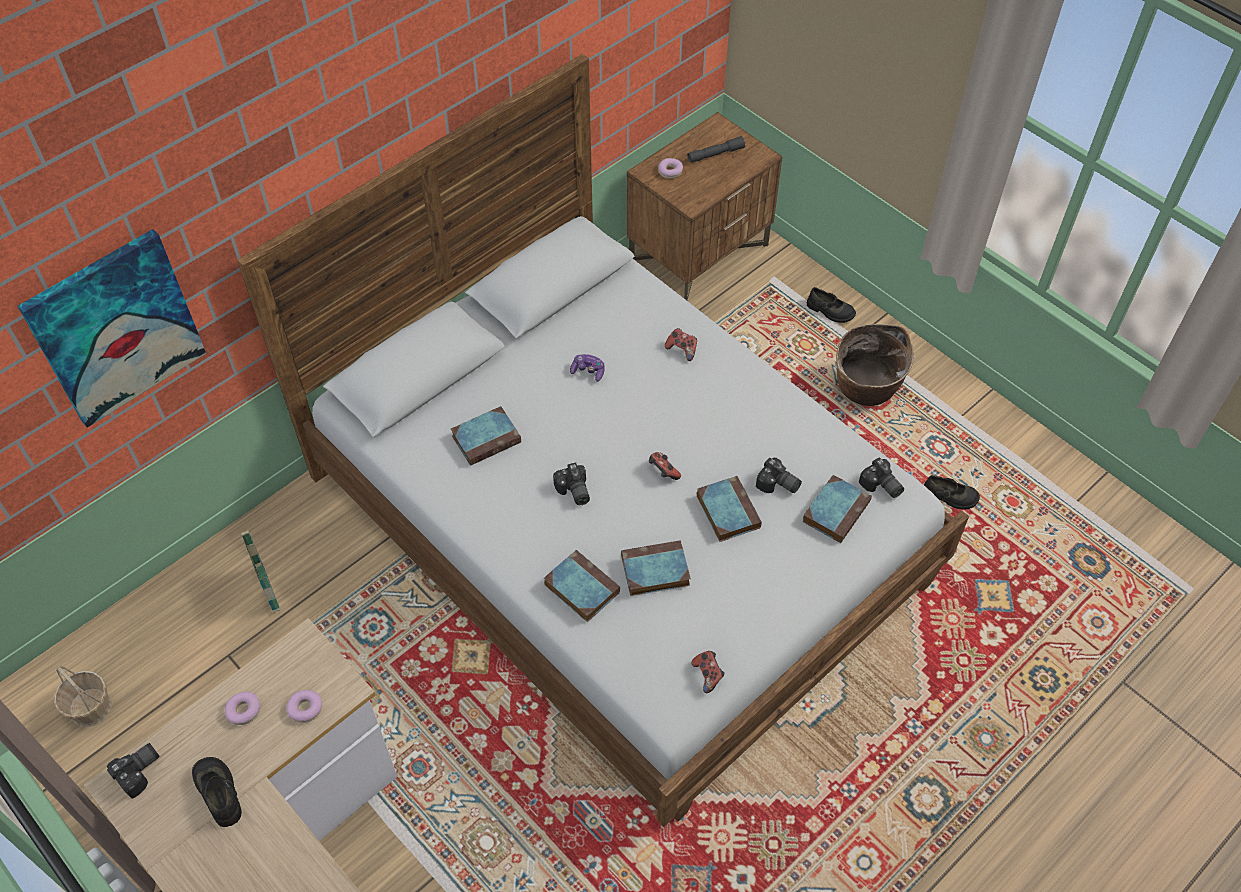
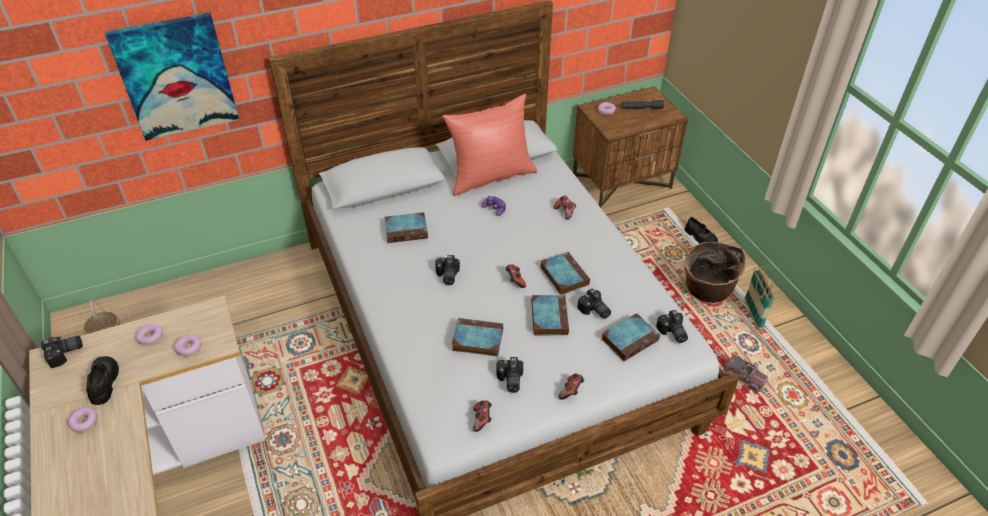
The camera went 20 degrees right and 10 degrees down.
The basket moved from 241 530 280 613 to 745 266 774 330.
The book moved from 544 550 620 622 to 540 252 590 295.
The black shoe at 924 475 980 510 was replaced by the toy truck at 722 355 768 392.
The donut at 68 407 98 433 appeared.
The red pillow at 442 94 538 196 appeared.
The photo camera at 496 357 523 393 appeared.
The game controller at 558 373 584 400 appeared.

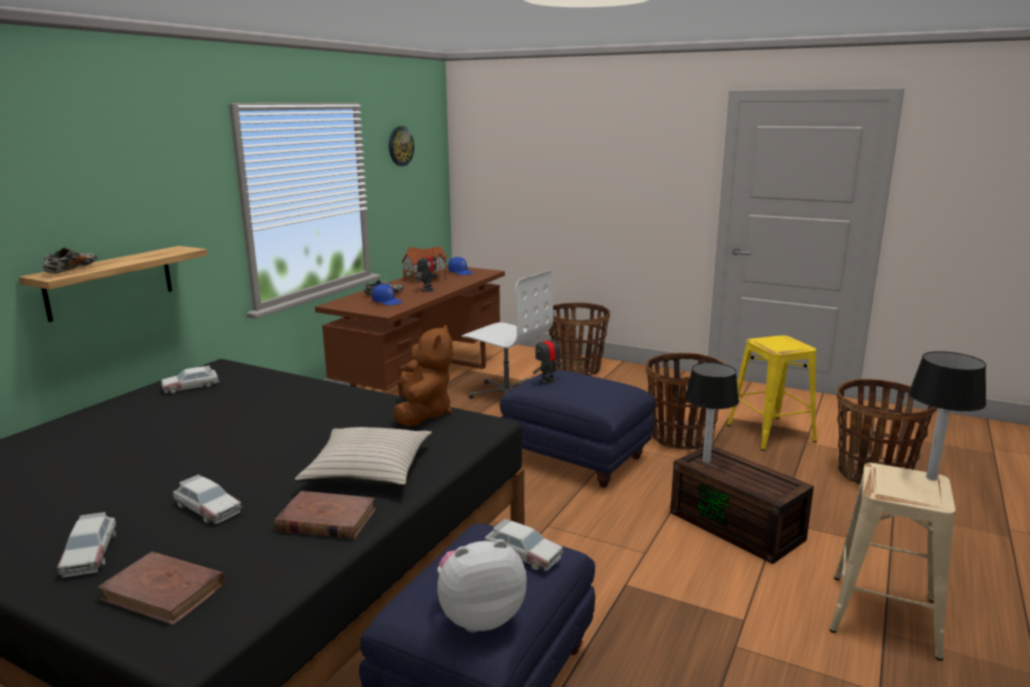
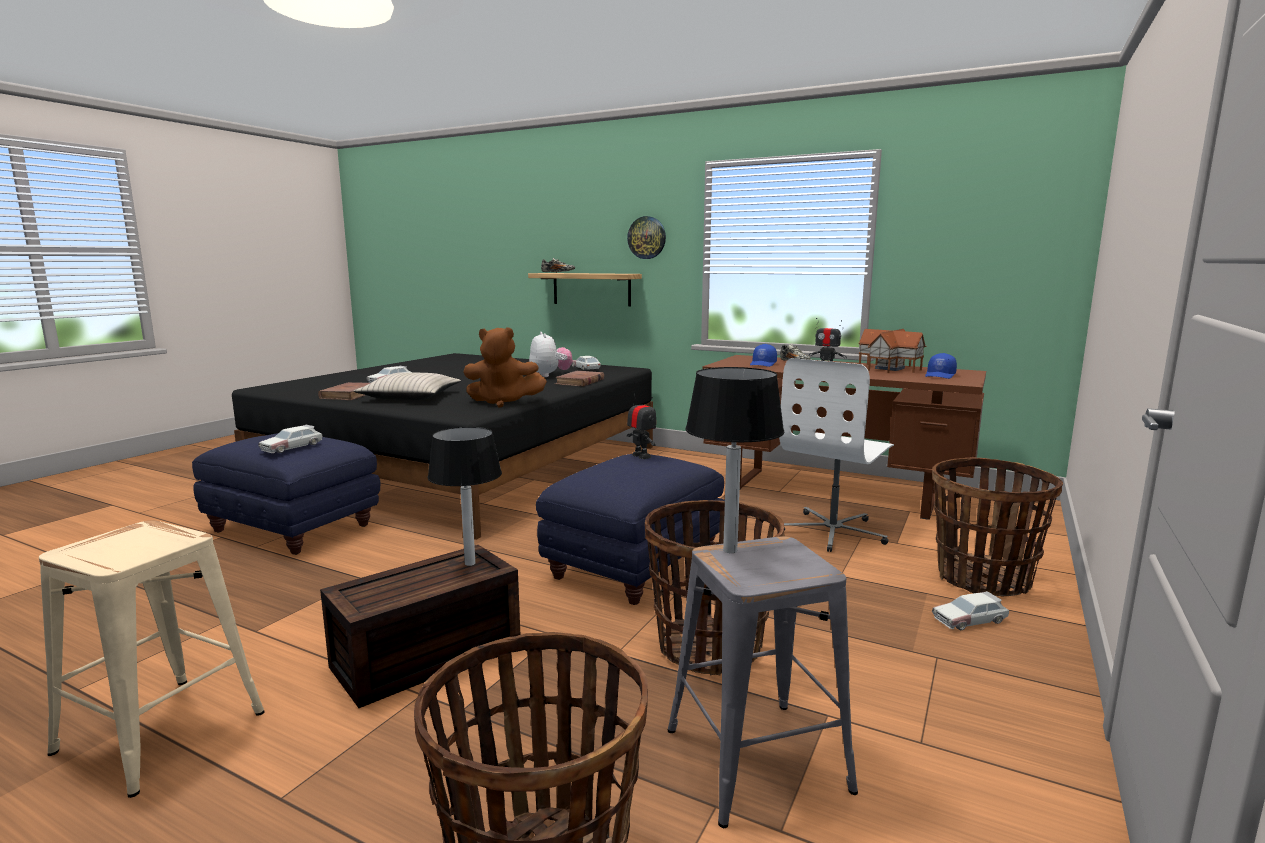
The camera went 90 degrees right and 5 degrees down.
The toy car moved from 57 512 116 577 to 932 591 1009 630.
The brown book moved from 97 552 225 625 to 555 371 604 386.
The wall clock moved from 389 126 414 166 to 627 216 666 259.
The plush toy moved from 437 539 527 633 to 529 332 573 377.
The yellow stool at 727 335 817 451 became the grey stool at 668 536 858 828.
The table lamp moved from 909 351 986 480 to 685 367 784 553.

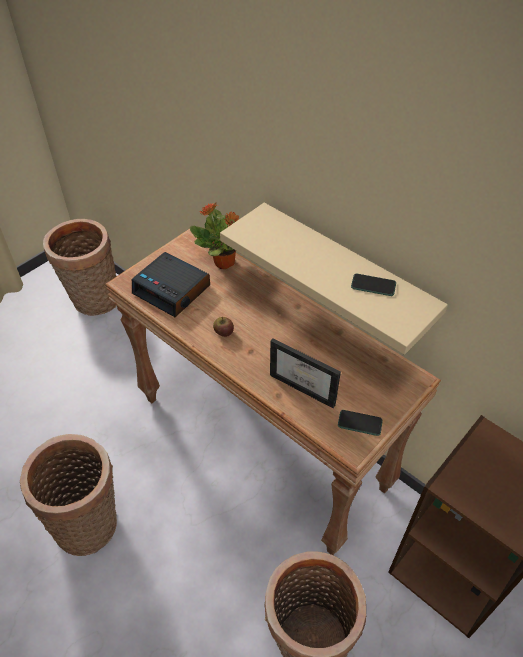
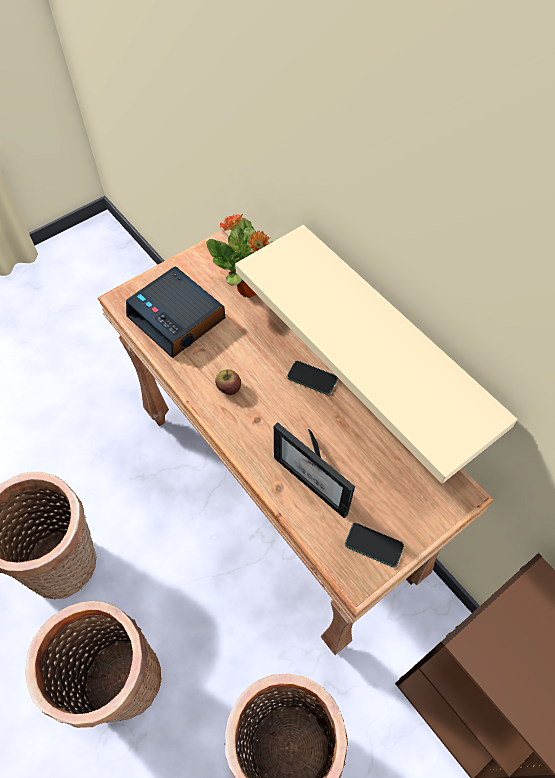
The camera went 10 degrees right and 10 degrees up.
The basket moved from 43 219 117 316 to 25 601 161 728.
The phone moved from 351 274 396 296 to 287 361 338 395.

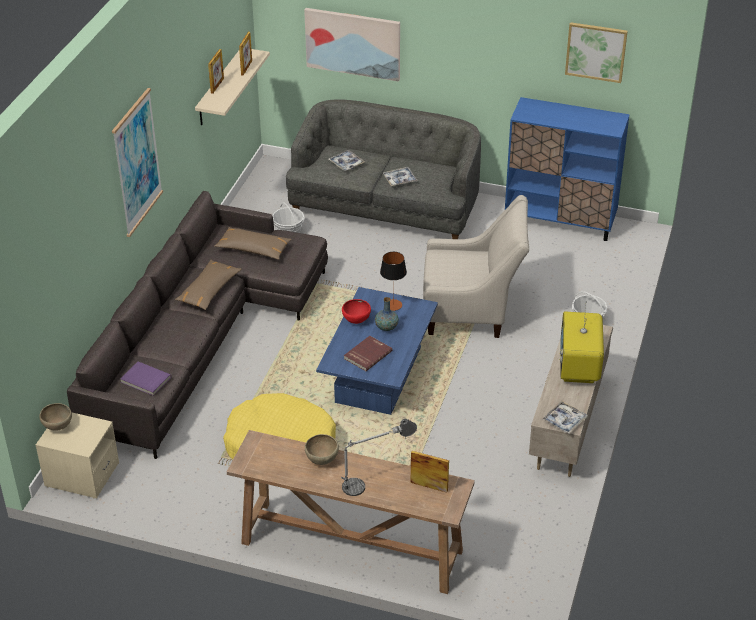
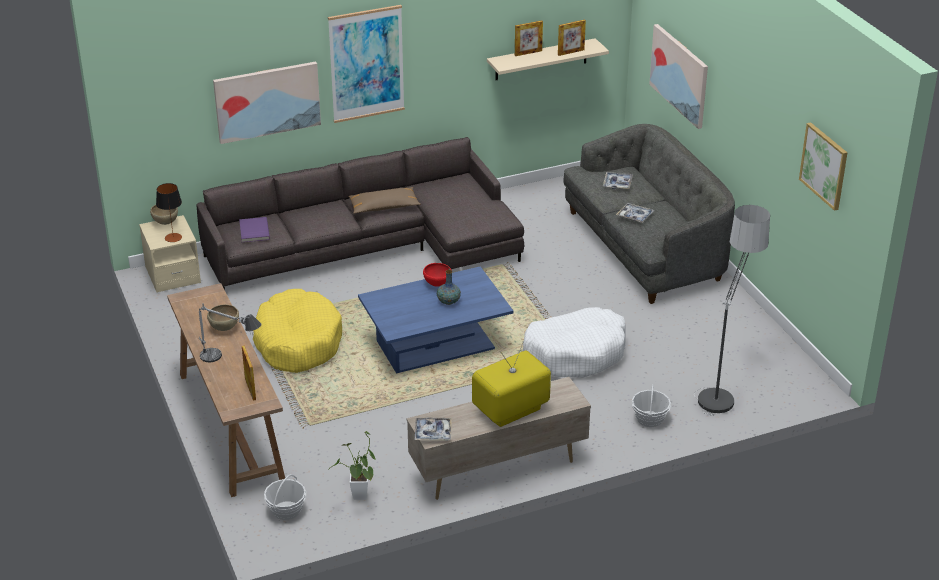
The camera went 50 degrees right and 5 degrees down.
The brown pillow at 214 227 291 260 disappeared.
The basket moved from 272 203 304 233 to 264 474 306 520.
The red book at 344 336 392 371 disappeared.
The table lamp moved from 380 252 407 311 to 156 183 182 242.
The beige armchair at 423 195 529 338 was replaced by the white dog bed at 523 307 626 378.
The blue cabinet at 505 97 630 241 disappeared.
The picture at 213 62 321 144 appeared.
The potted plant at 328 431 376 500 appeared.
The floor lamp at 694 205 770 416 appeared.

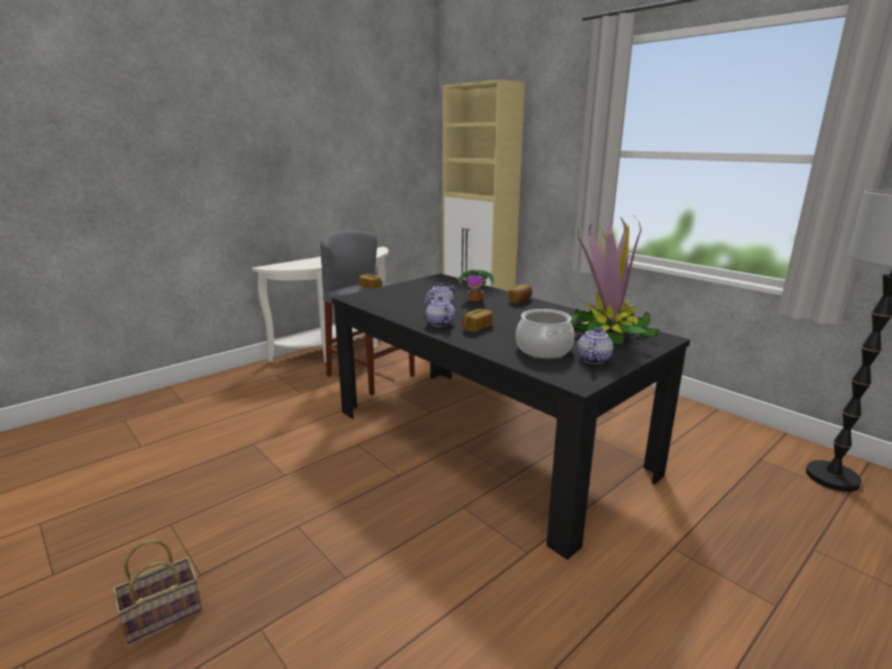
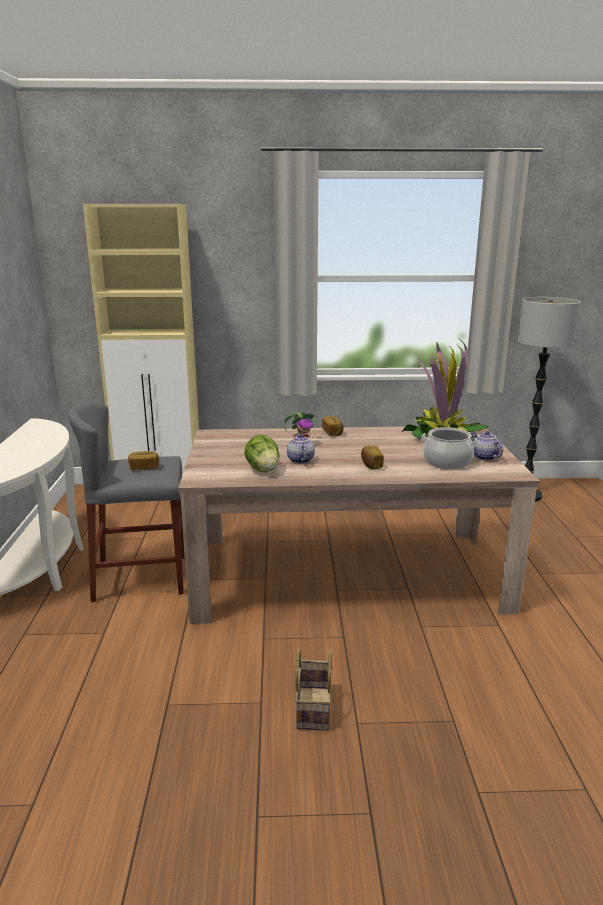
The camera went 50 degrees left and 0 degrees up.
The basket moved from 112 539 202 644 to 295 649 332 731.
The black dining table at 332 274 690 560 became the beige dining table at 178 426 540 624.
The teapot at 426 296 455 327 disappeared.
The lettuce at 244 434 280 472 appeared.

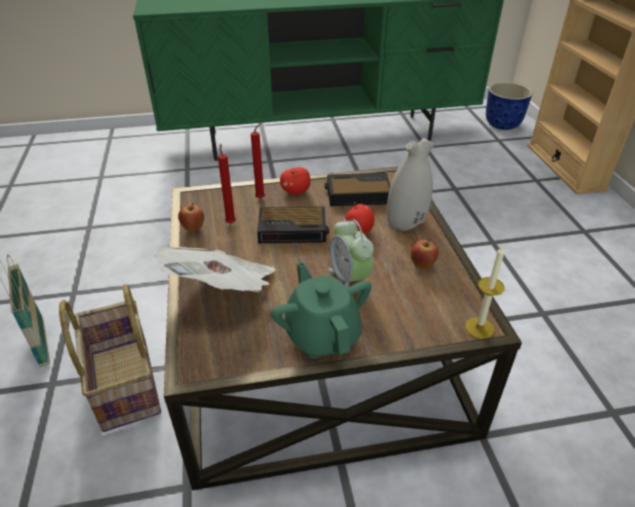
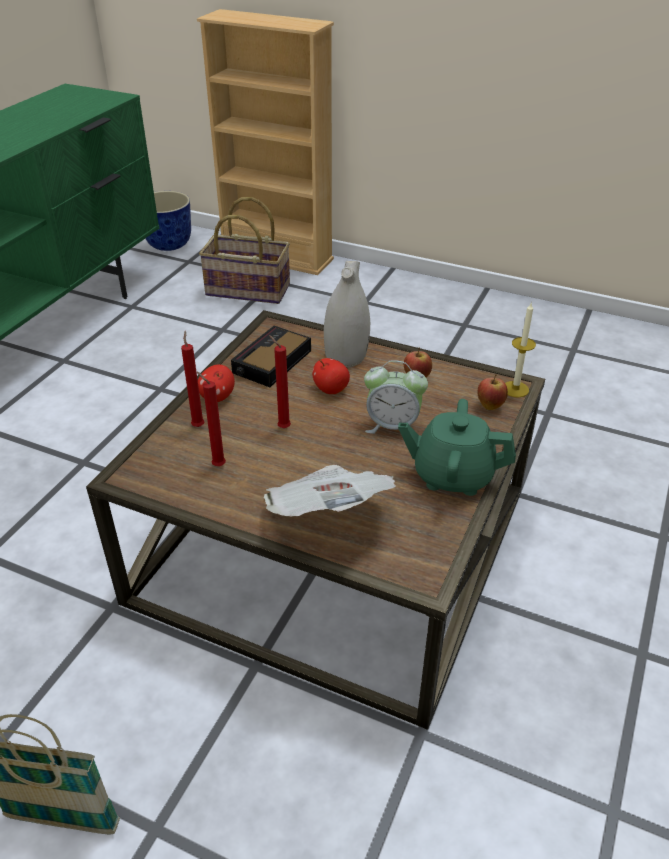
The camera went 55 degrees left and 0 degrees up.
The basket moved from 59 284 161 432 to 199 197 290 304.
The apple moved from 178 203 204 232 to 478 374 508 410.
The alarm clock at 257 206 330 243 was replaced by the red candle at 269 335 291 428.

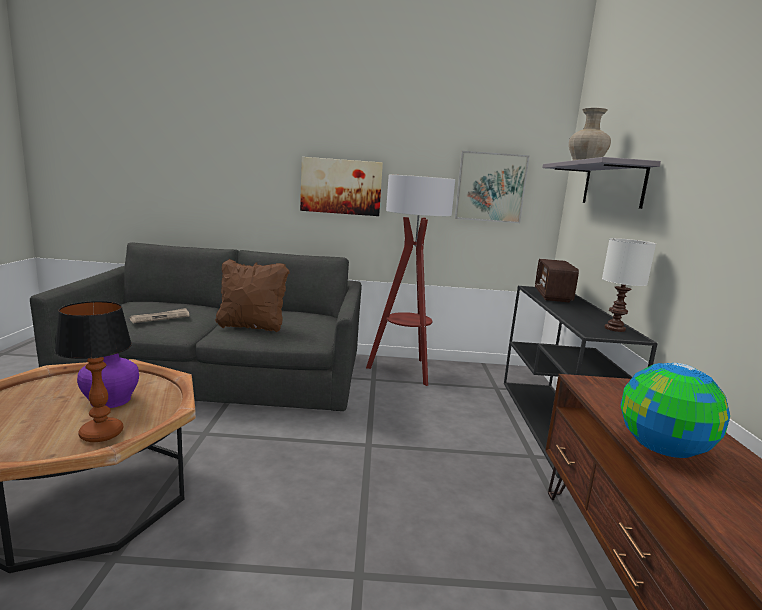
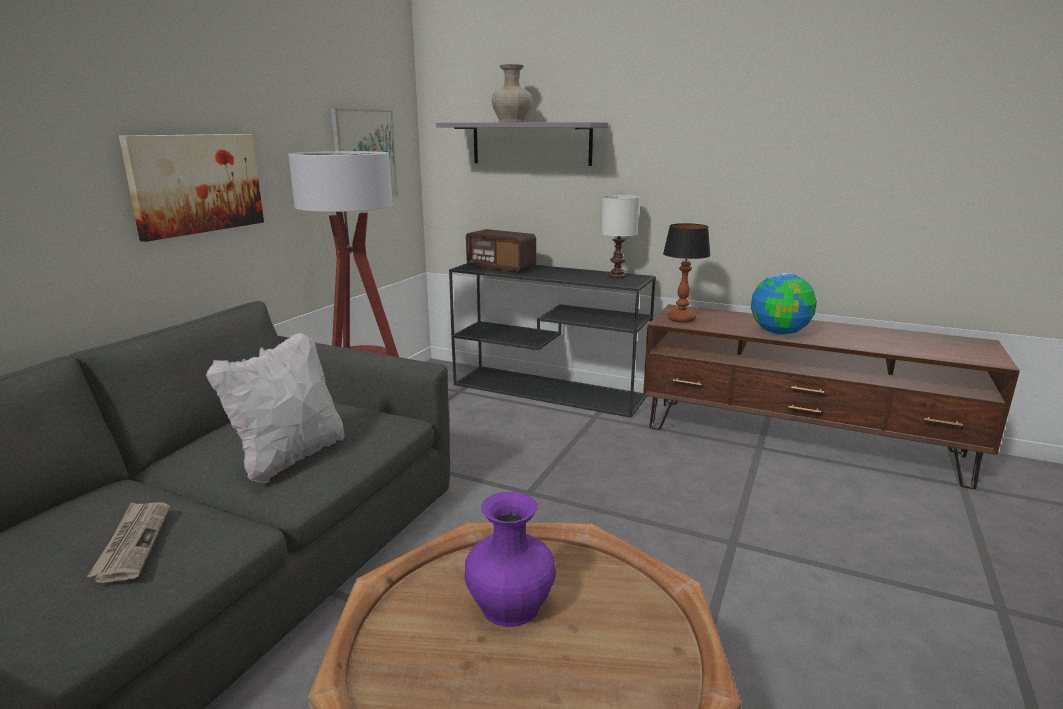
The camera went 65 degrees left and 5 degrees up.
The table lamp moved from 54 301 132 442 to 663 223 711 323.
The brown pillow at 215 259 289 332 became the white pillow at 206 333 344 483.

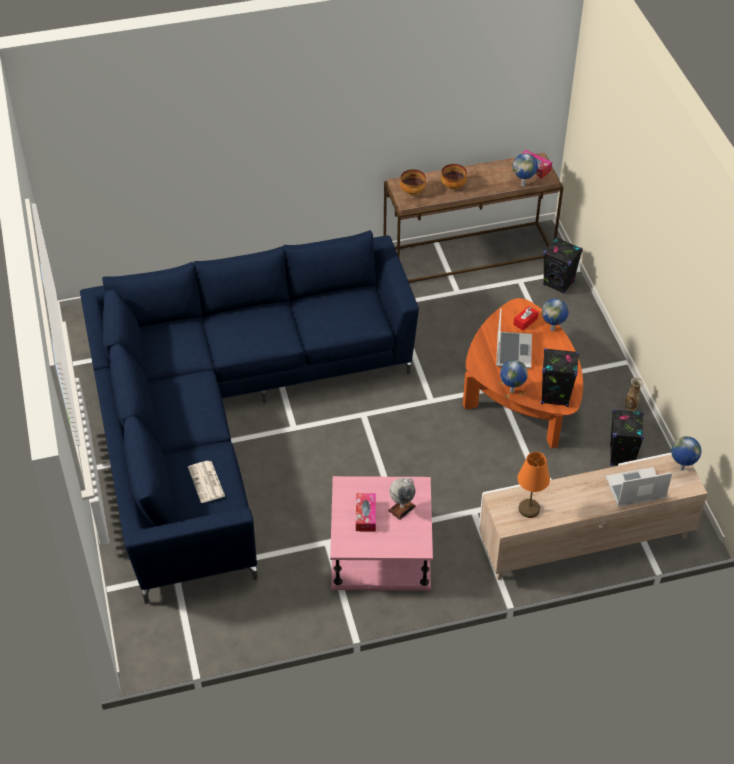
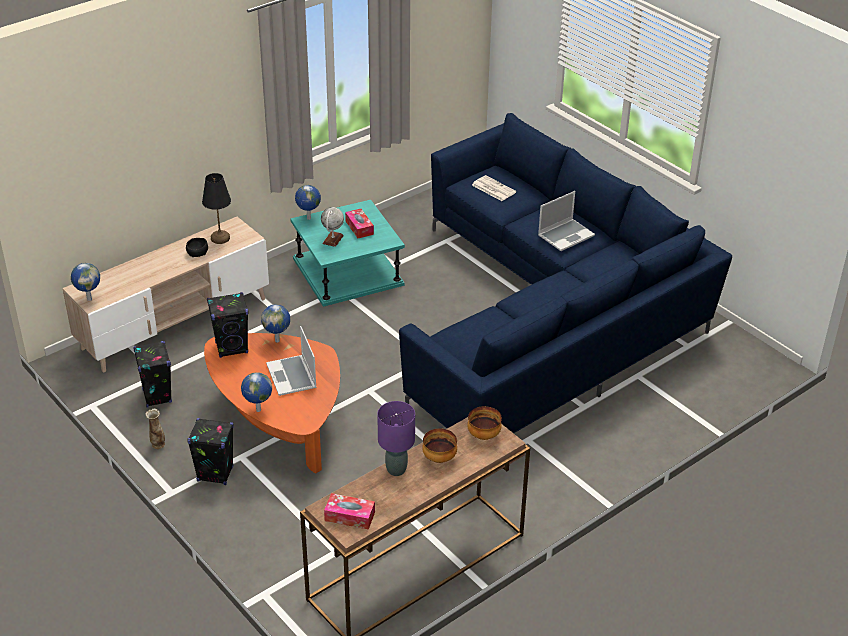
The camera went 155 degrees right and 10 degrees down.
The pink side table at 330 476 433 591 became the turquoise side table at 290 200 405 307.
The globe moved from 513 153 538 187 to 295 185 321 220.
The red tissue box at 514 306 539 331 disappeared.
The orange table lamp at 518 452 550 518 became the black table lamp at 202 173 231 244.
The black speaker moved from 543 237 583 294 to 187 418 234 485.
The laptop moved from 606 467 672 507 to 538 191 595 251.
The black bowl at 186 238 208 257 appeared.
The purple table lamp at 377 401 415 476 appeared.

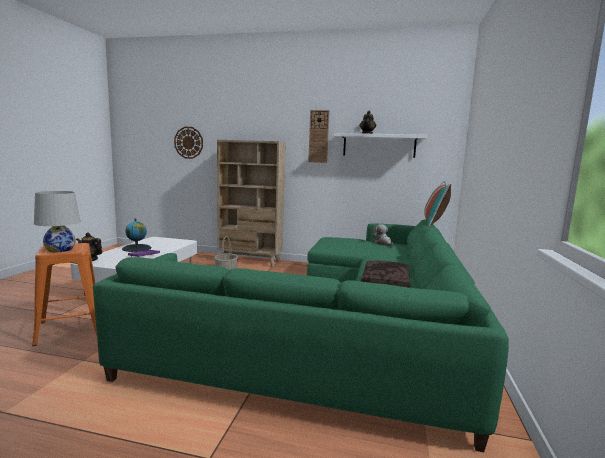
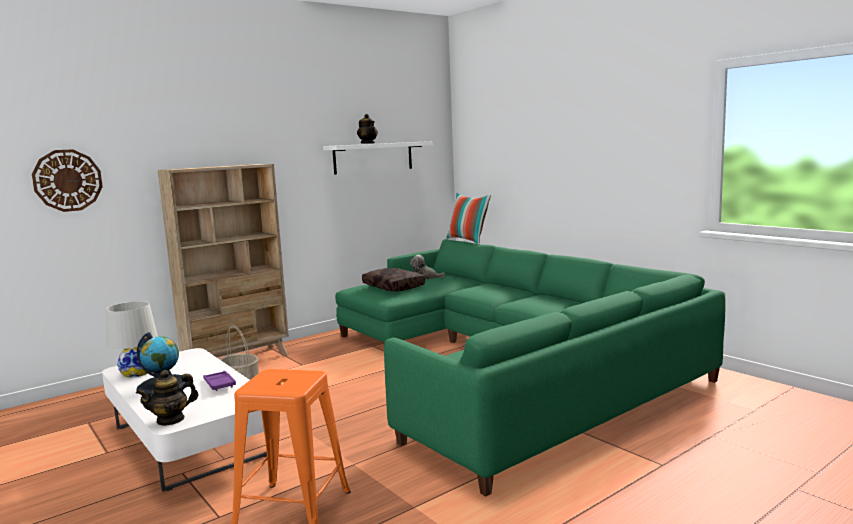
The camera went 50 degrees left and 0 degrees up.
The white table lamp moved from 34 191 81 252 to 106 301 158 378.
The wall clock at 308 110 330 163 disappeared.
The brown pillow moved from 361 260 411 288 to 362 268 425 292.

